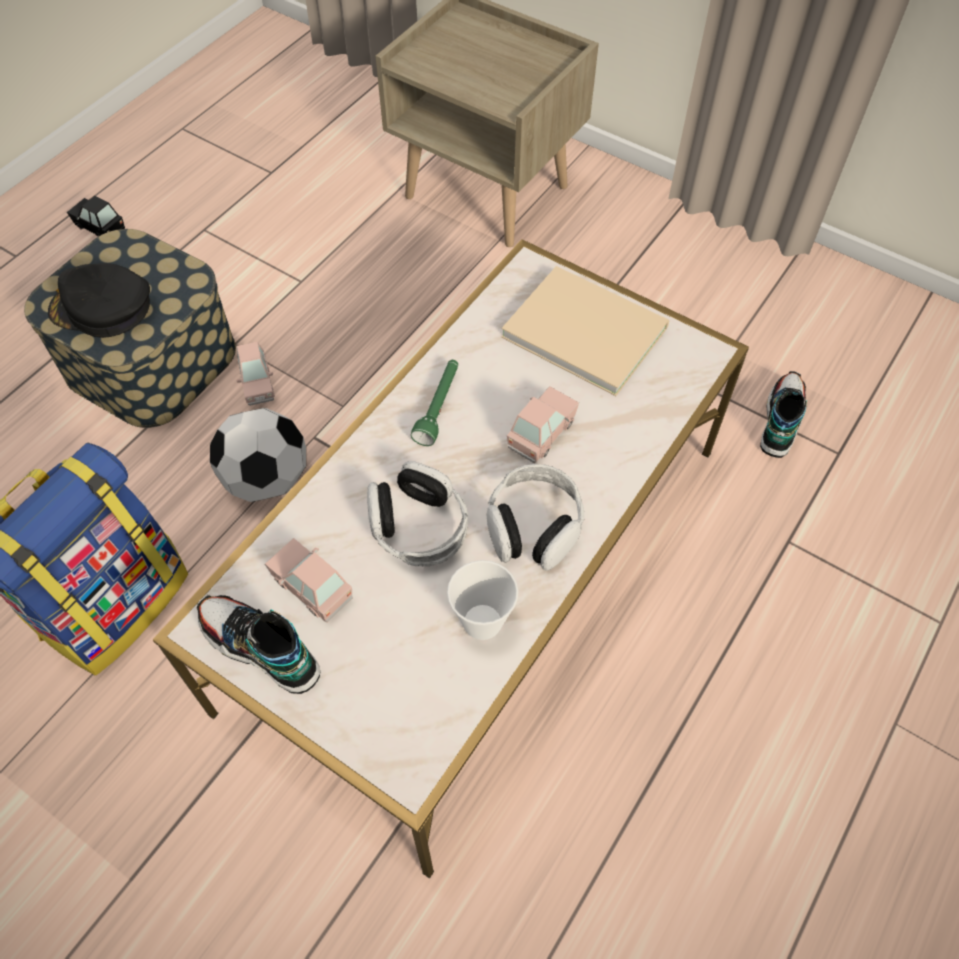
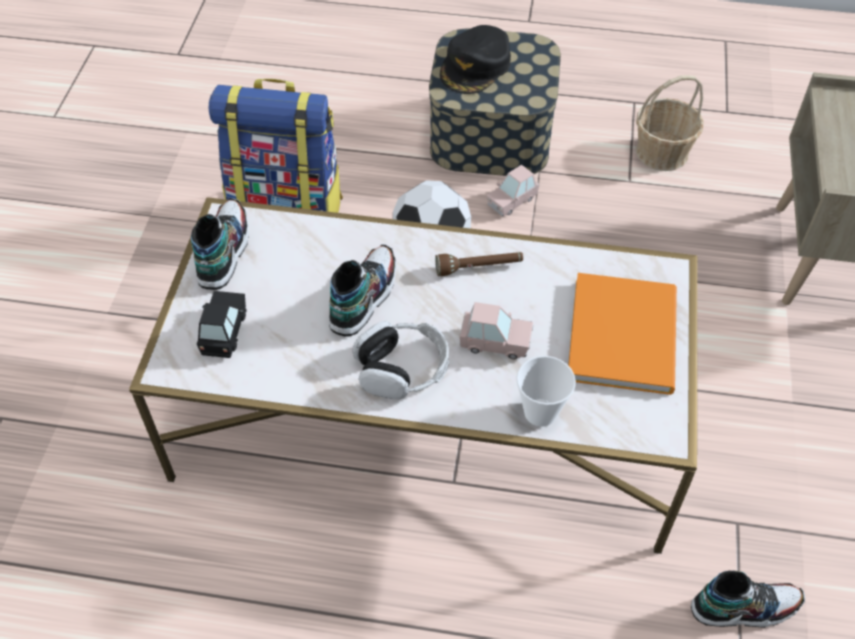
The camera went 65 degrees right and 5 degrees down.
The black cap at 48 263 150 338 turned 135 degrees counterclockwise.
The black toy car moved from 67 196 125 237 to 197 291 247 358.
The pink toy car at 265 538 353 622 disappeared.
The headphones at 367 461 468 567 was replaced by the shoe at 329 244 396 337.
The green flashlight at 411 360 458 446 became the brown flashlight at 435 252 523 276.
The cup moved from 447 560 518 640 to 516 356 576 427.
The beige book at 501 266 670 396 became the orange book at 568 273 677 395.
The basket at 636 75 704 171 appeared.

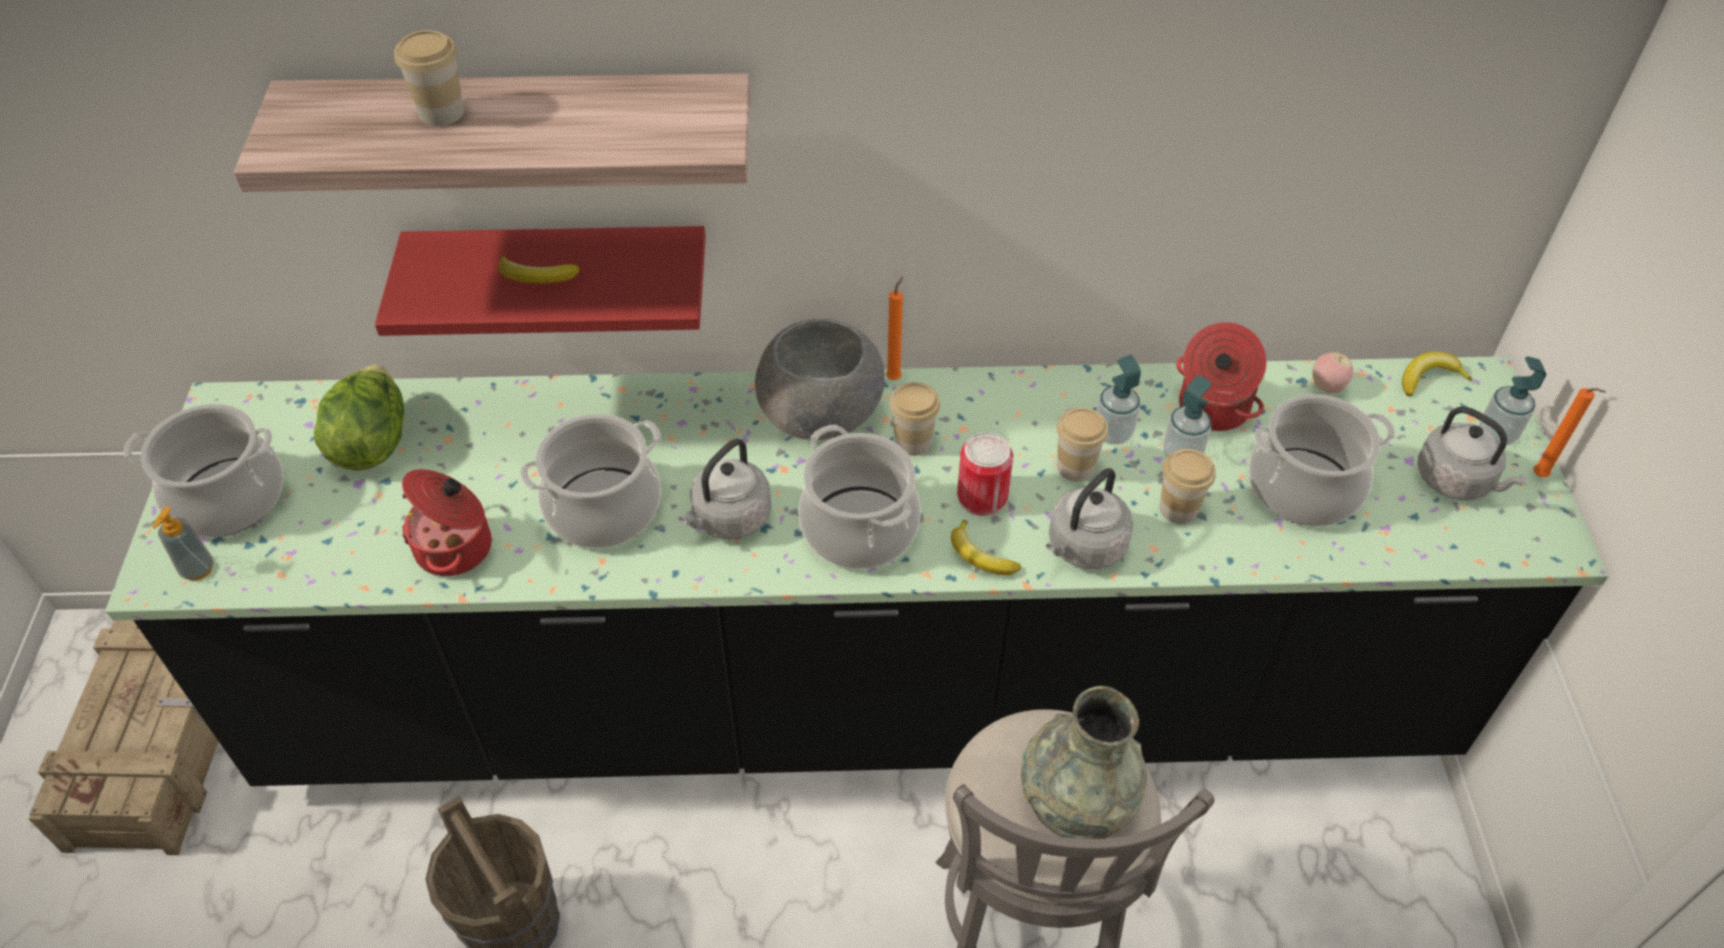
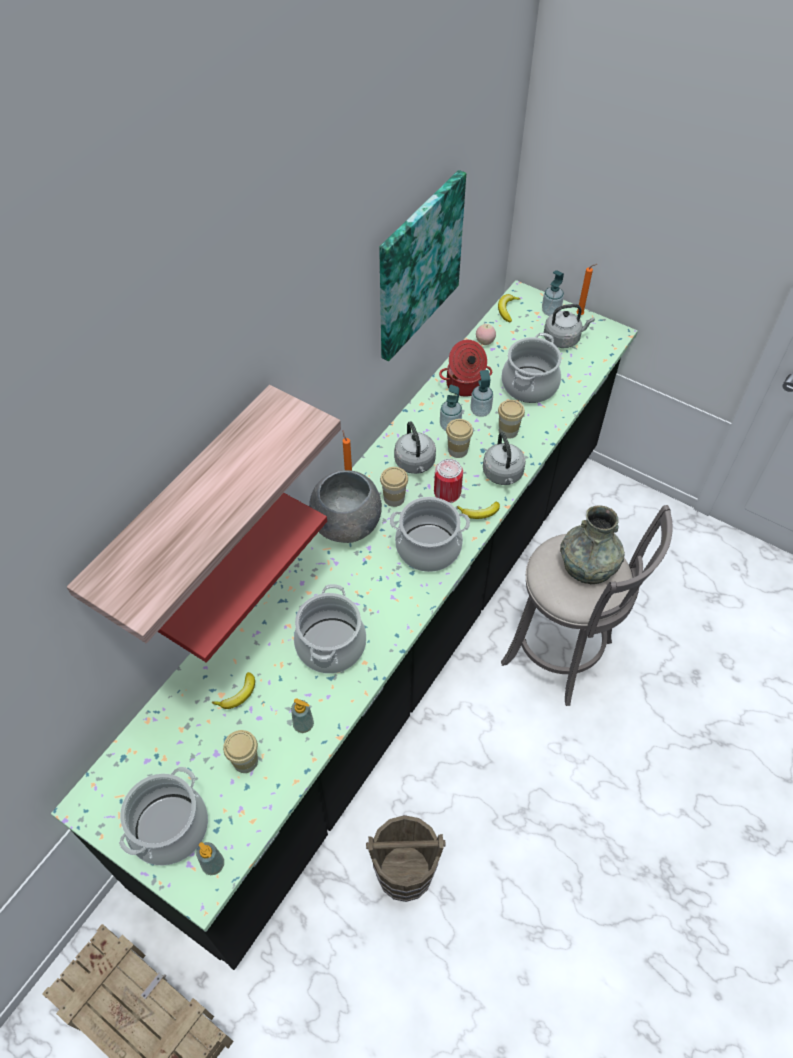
The camera went 55 degrees left and 5 degrees up.
The lettuce at 314 364 404 471 disappeared.
The cup moved from 394 30 464 126 to 223 730 258 773.
The cooking pot at 402 469 492 576 was replaced by the soap dispenser at 291 698 314 733.
The banana moved from 498 256 579 283 to 212 672 255 709.
The grey kettle moved from 679 439 771 540 to 394 421 436 474.
The picture at 379 170 466 361 appeared.

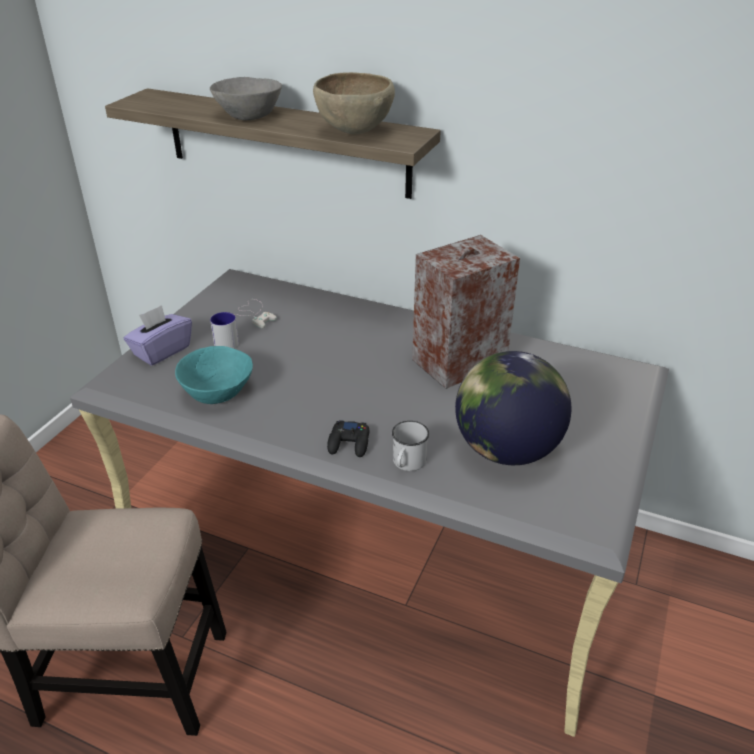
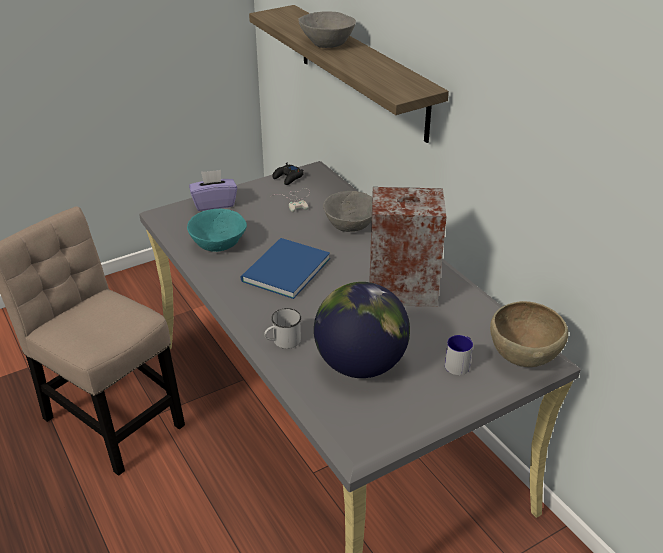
The camera went 35 degrees right and 0 degrees up.
The mug moved from 210 312 239 349 to 445 335 473 375.
The brown bowl moved from 313 72 395 134 to 490 301 568 367.
The black game controller moved from 327 420 369 457 to 272 163 304 185.
The blue book at 241 238 330 299 appeared.
The grey bowl at 323 191 372 232 appeared.

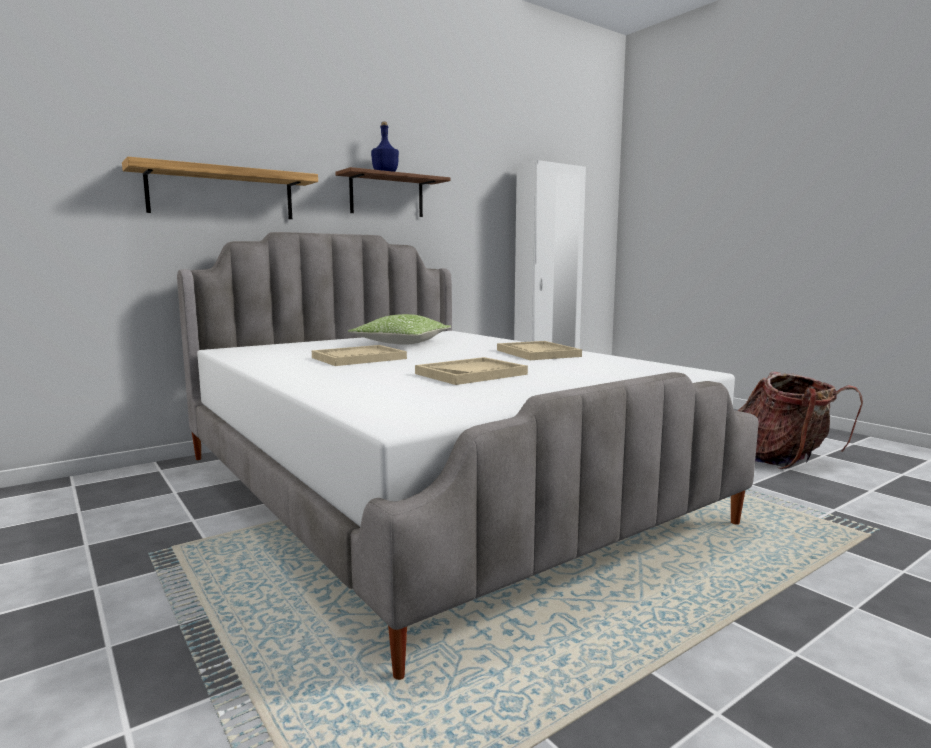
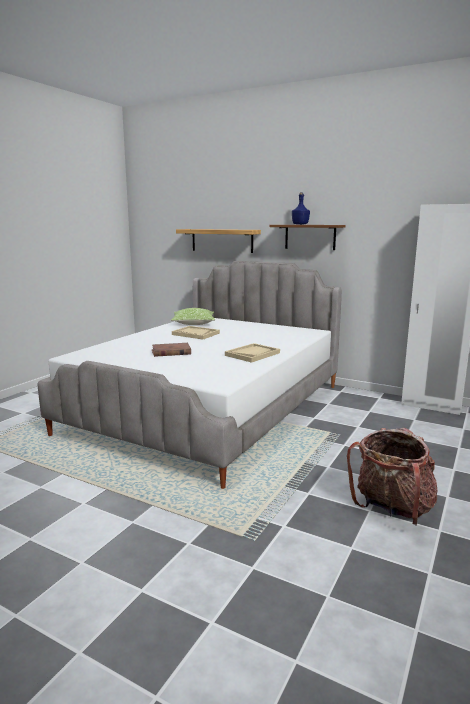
The camera went 65 degrees right and 5 degrees up.
The pillow moved from 348 314 451 345 to 171 308 215 325.
The beige tray at 415 357 528 385 was replaced by the brown book at 152 343 191 357.

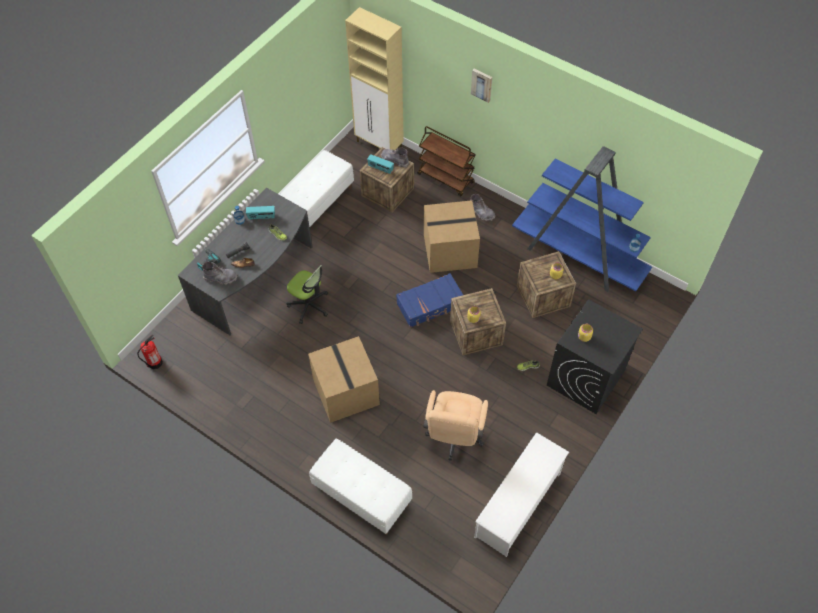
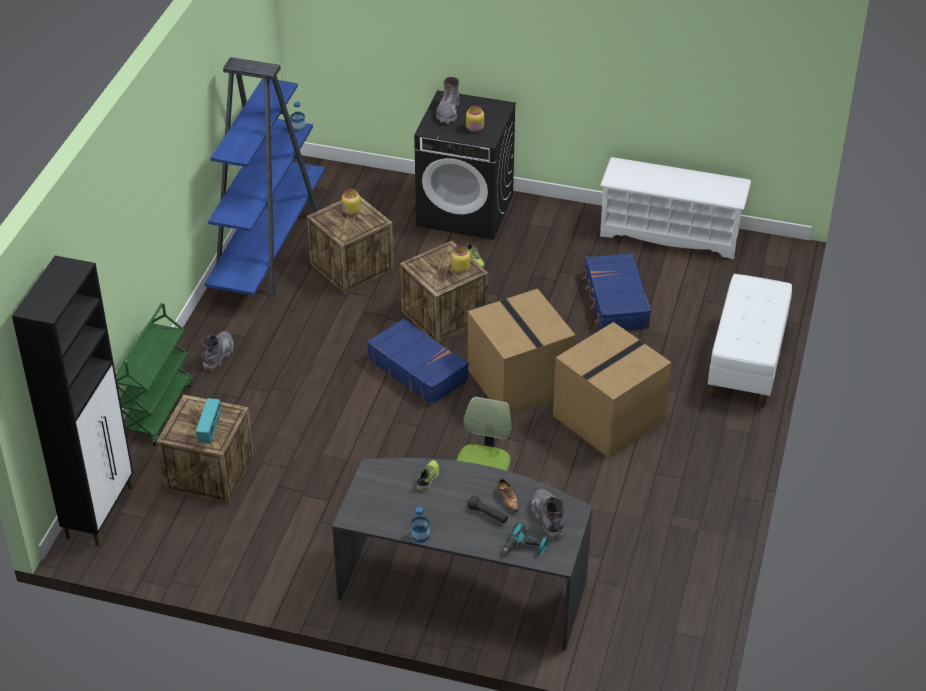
The camera went 110 degrees left and 15 degrees down.
The fire extinguisher at 137 335 163 369 disappeared.
The radio at 246 206 275 220 disappeared.
The white bench at 279 150 354 227 disappeared.
The beige cabinet at 345 7 404 150 became the black cabinet at 12 255 133 546.
The grey boot moved from 381 147 409 168 to 437 77 459 124.
The brown cart at 417 126 476 197 became the green cart at 116 303 192 446.
The cardboard box moved from 424 200 480 273 to 468 289 576 415.
The beige office chair at 424 390 488 461 was replaced by the blue suitcase at 582 253 651 330.
The picture at 471 69 492 103 disappeared.

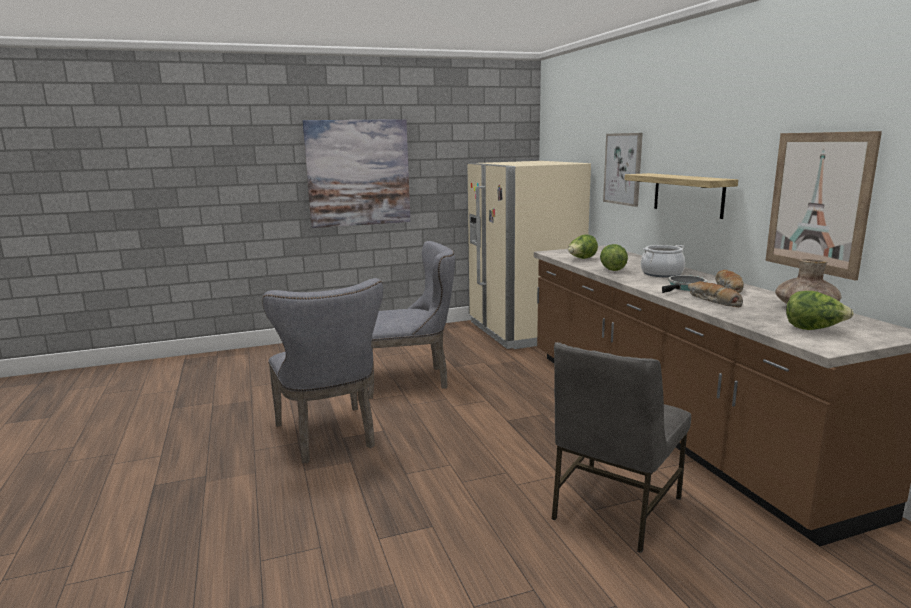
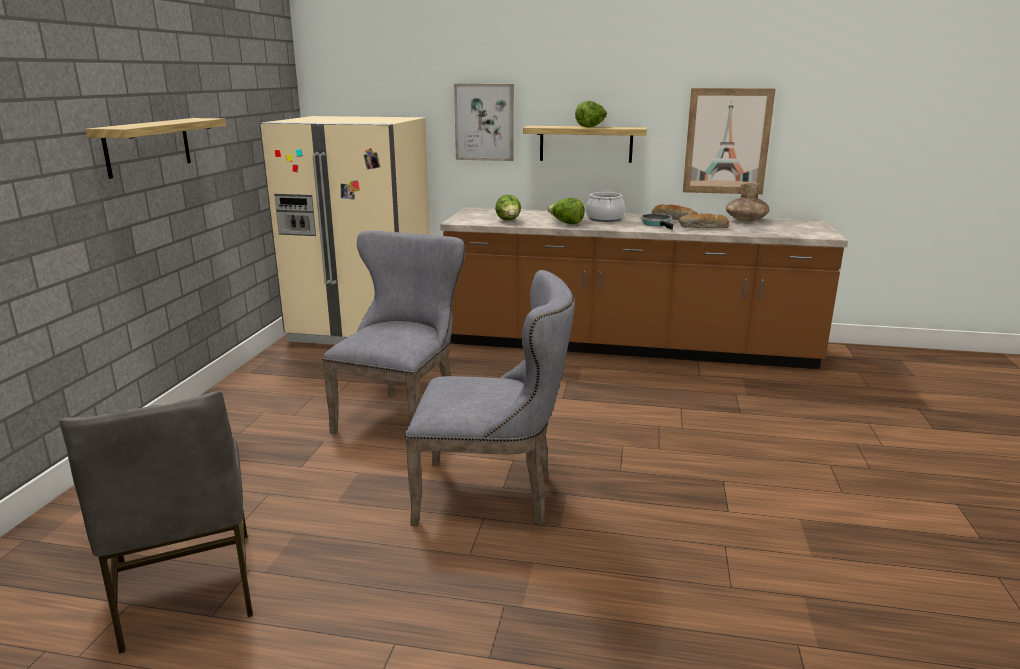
The camera went 60 degrees left and 5 degrees up.
The picture at 303 119 410 228 was replaced by the shelf at 85 118 226 179.
The grey chair moved from 552 342 691 553 to 59 391 253 654.
The lettuce moved from 786 291 854 330 to 575 101 607 127.

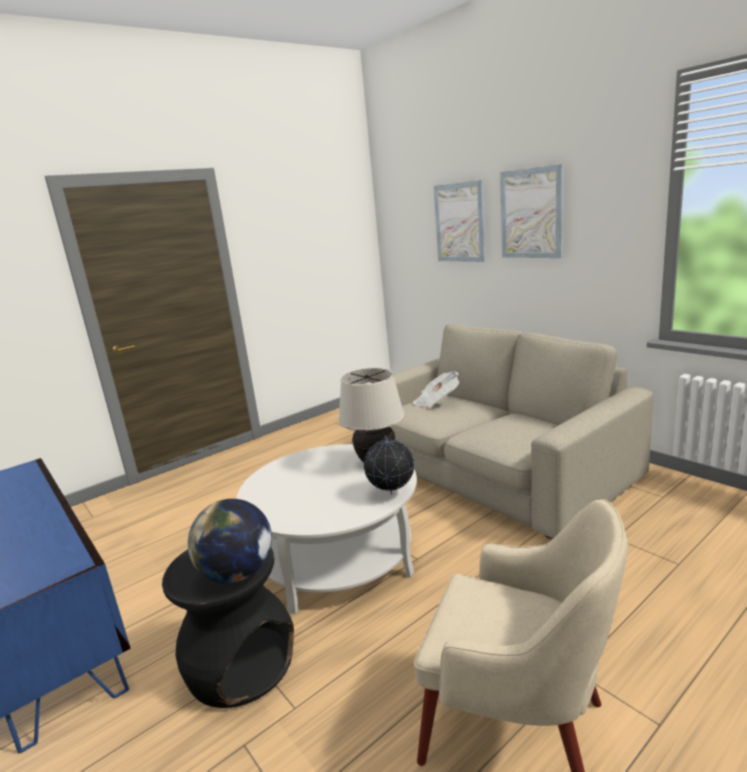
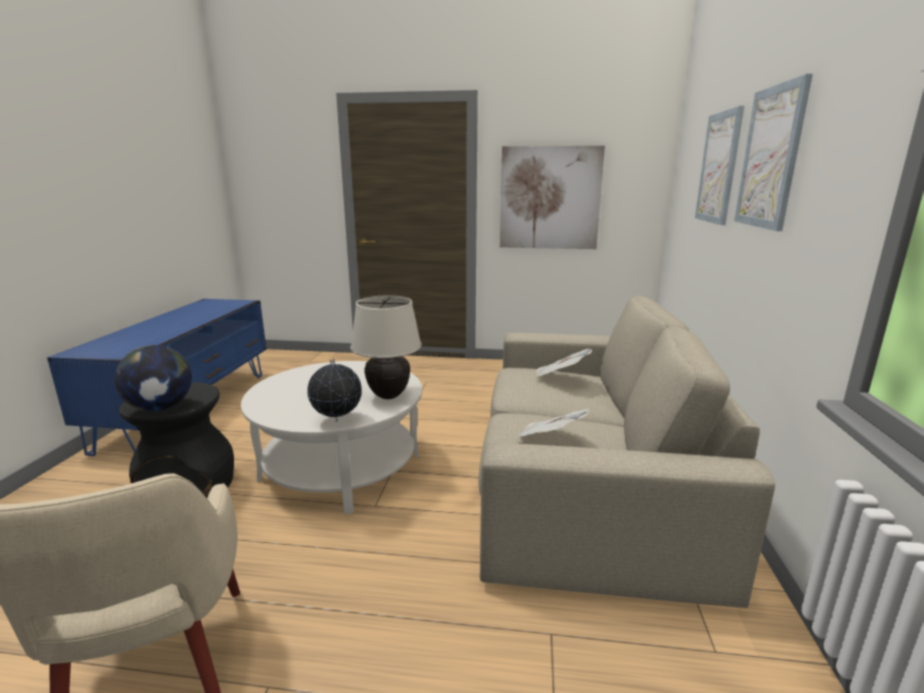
The camera went 45 degrees right and 0 degrees up.
The picture at 500 146 605 249 appeared.
The newspaper at 514 408 590 438 appeared.

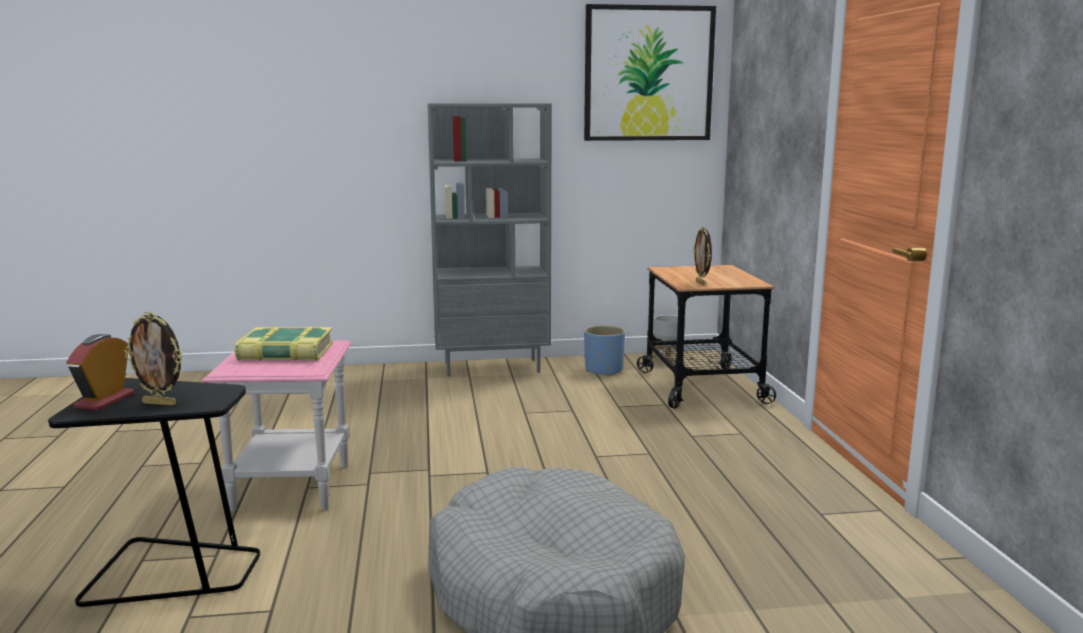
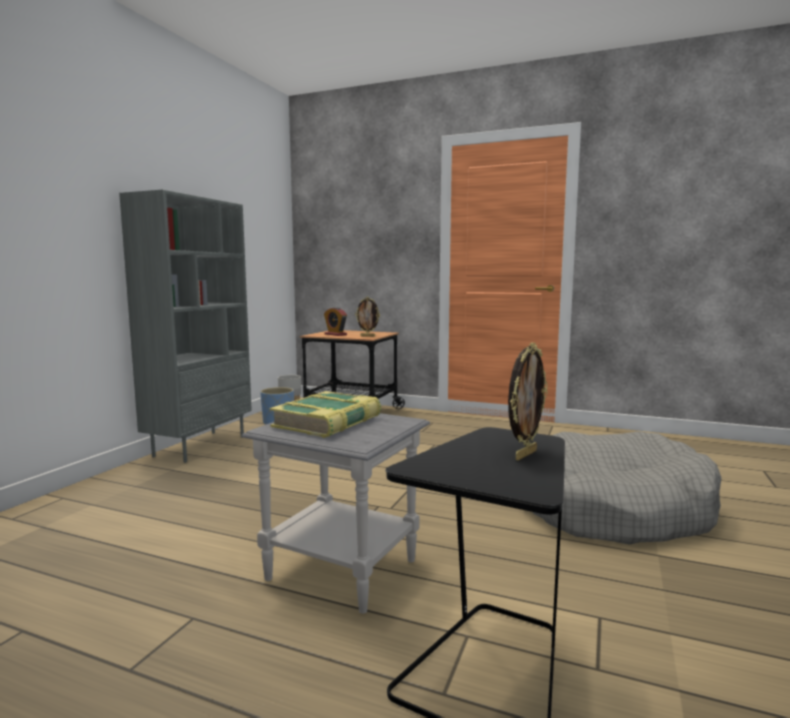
The camera went 60 degrees left and 5 degrees down.
The alarm clock moved from 66 334 135 411 to 324 307 347 336.
The pink side table at 202 341 352 511 became the grey side table at 241 413 430 614.
The picture at 584 4 716 141 disappeared.

